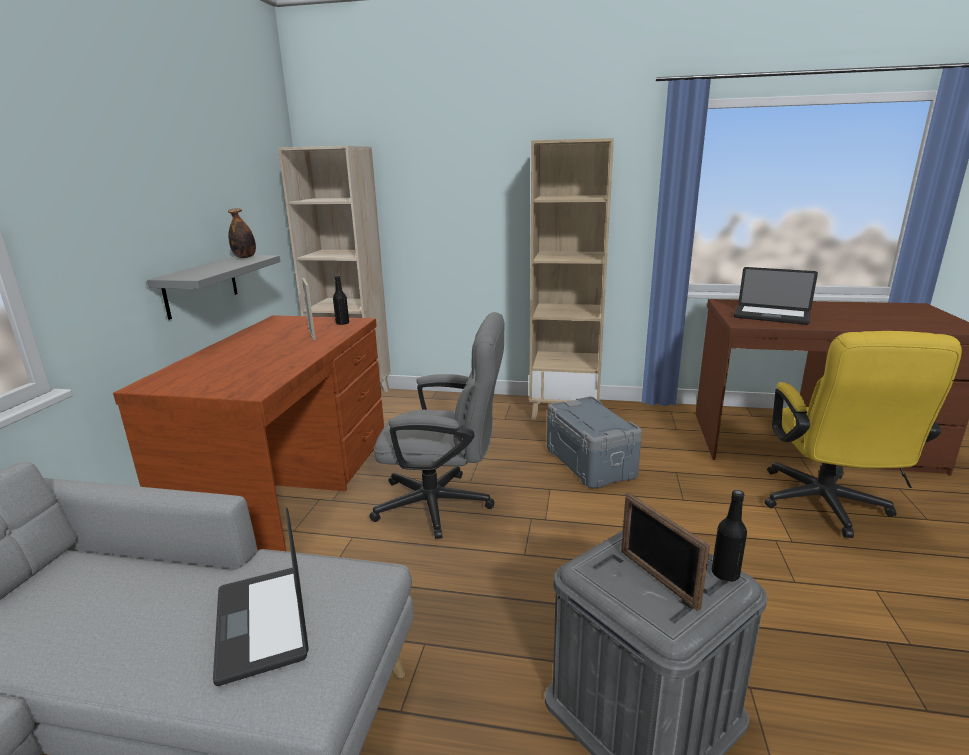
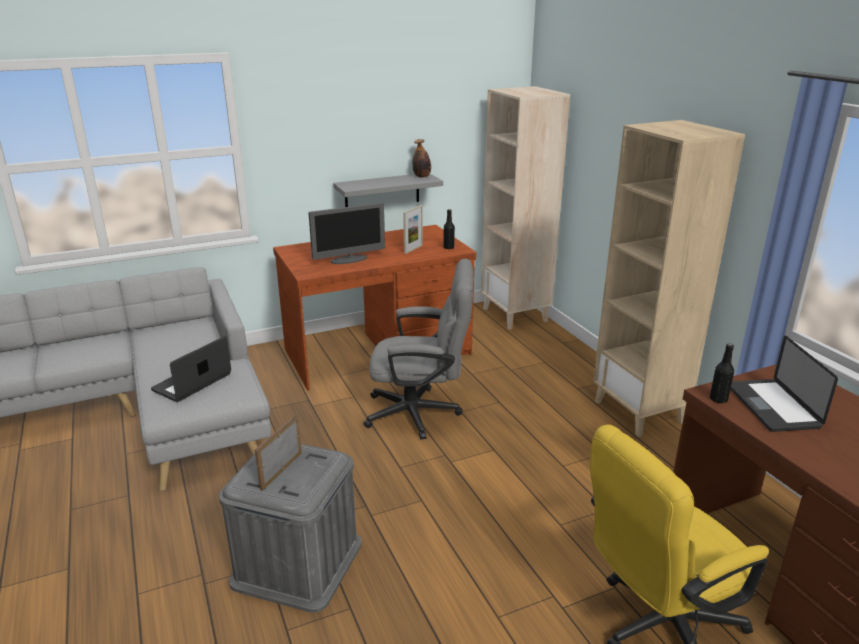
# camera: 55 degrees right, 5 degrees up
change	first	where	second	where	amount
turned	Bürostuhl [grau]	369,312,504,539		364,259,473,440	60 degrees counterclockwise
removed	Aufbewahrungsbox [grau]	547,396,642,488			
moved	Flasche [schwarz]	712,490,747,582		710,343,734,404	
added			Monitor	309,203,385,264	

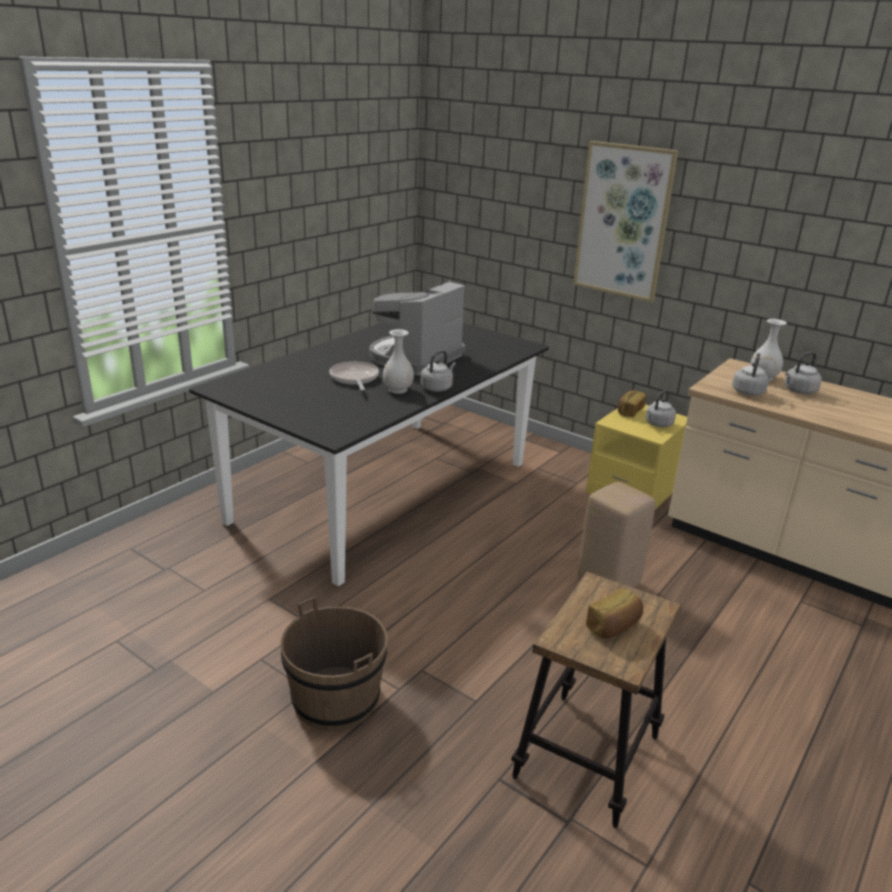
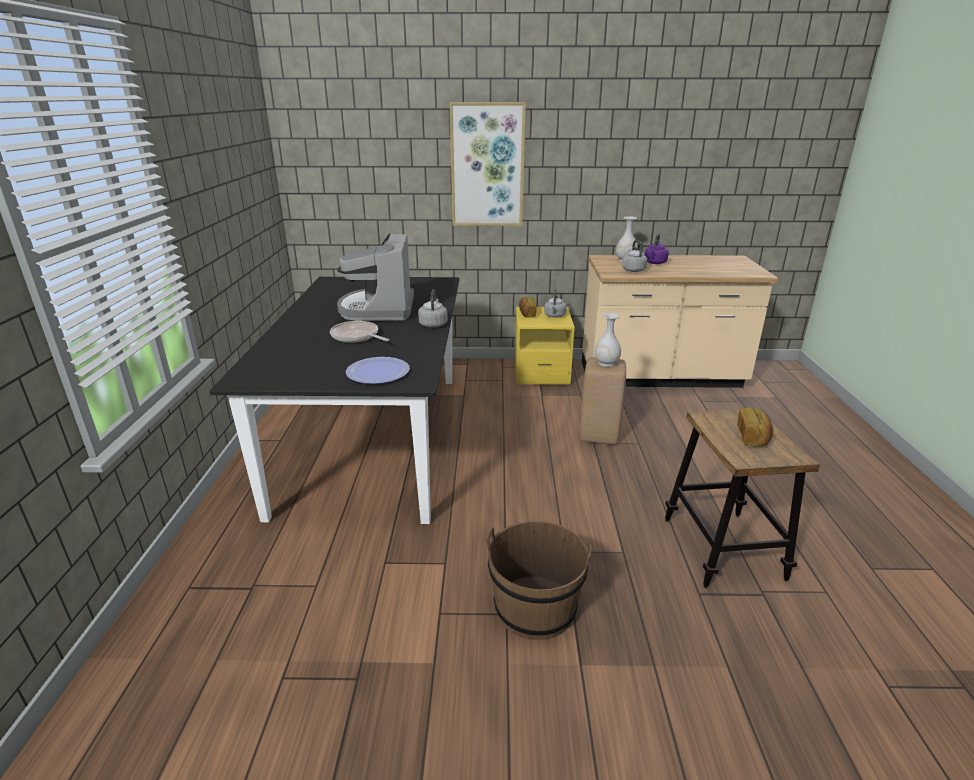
# camera: 35 degrees left, 0 degrees up
change	first	where	second	where	amount
moved	Vase [weiß]	383,329,414,394		595,313,621,367	
recoloured	Wasserkessel [grau]	785,352,822,394	Wasserkessel [lila]	645,233,669,264	
added			Teller	346,357,410,384	

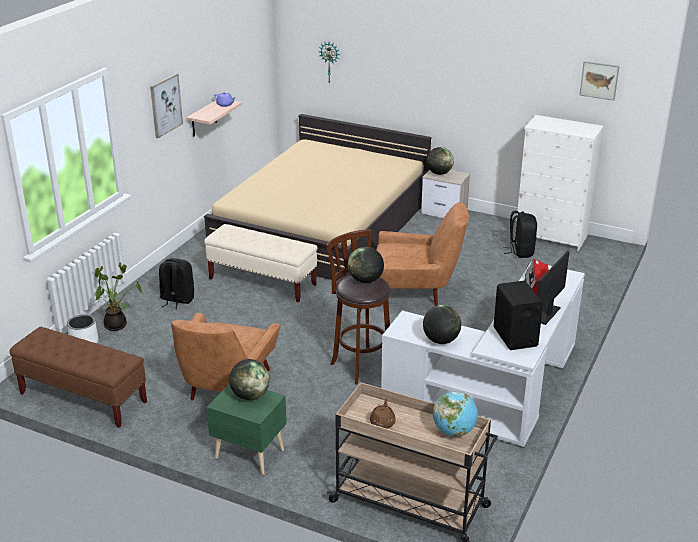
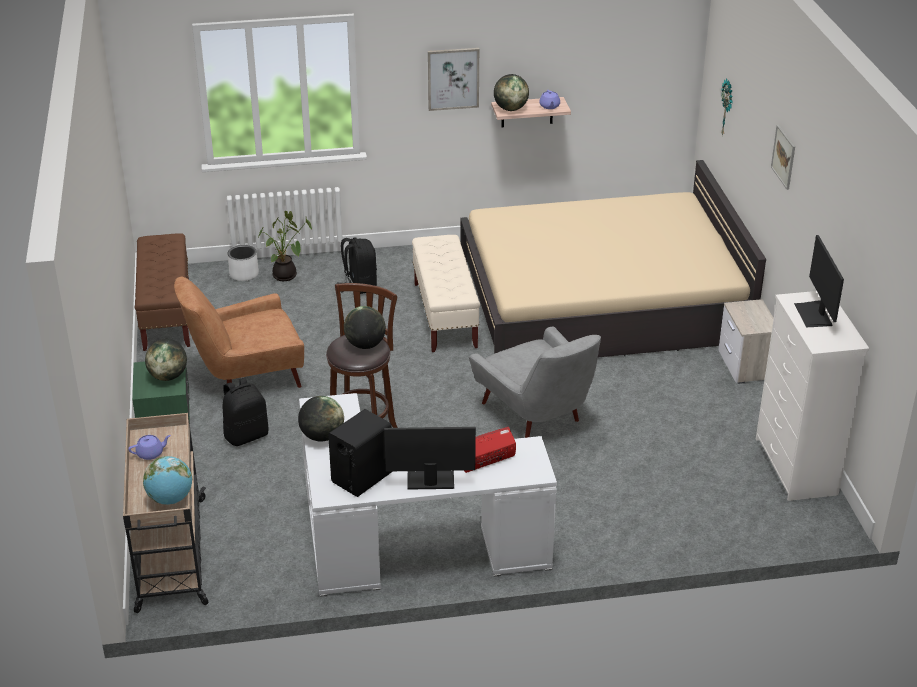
# camera: 55 degrees right, 5 degrees up
change	first	where	second	where	amount
recoloured	Teekanne [braun]	370,398,396,429	Teekanne [lila]	128,435,171,460	
recoloured	Sessel [braun]	376,202,469,306	Sessel [grau]	469,326,601,438	
moved	Globus	427,147,454,175		494,74,529,111	
moved	Rucksack [schwarz]	504,211,537,258		223,377,268,446	
moved	Bild	579,61,619,101		771,125,795,190	
added			Monitor	794,235,844,327	

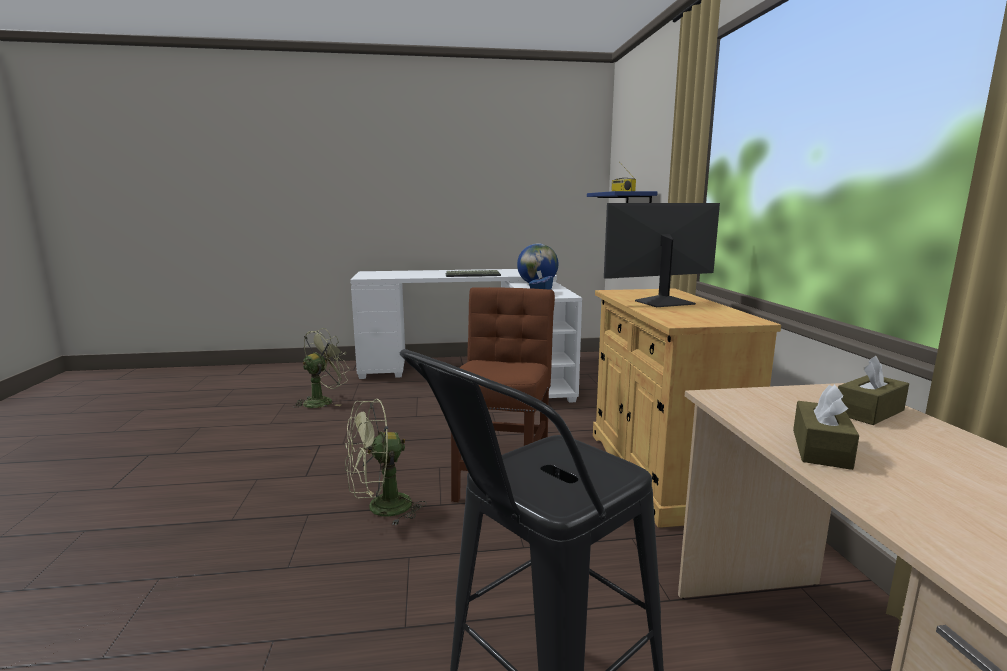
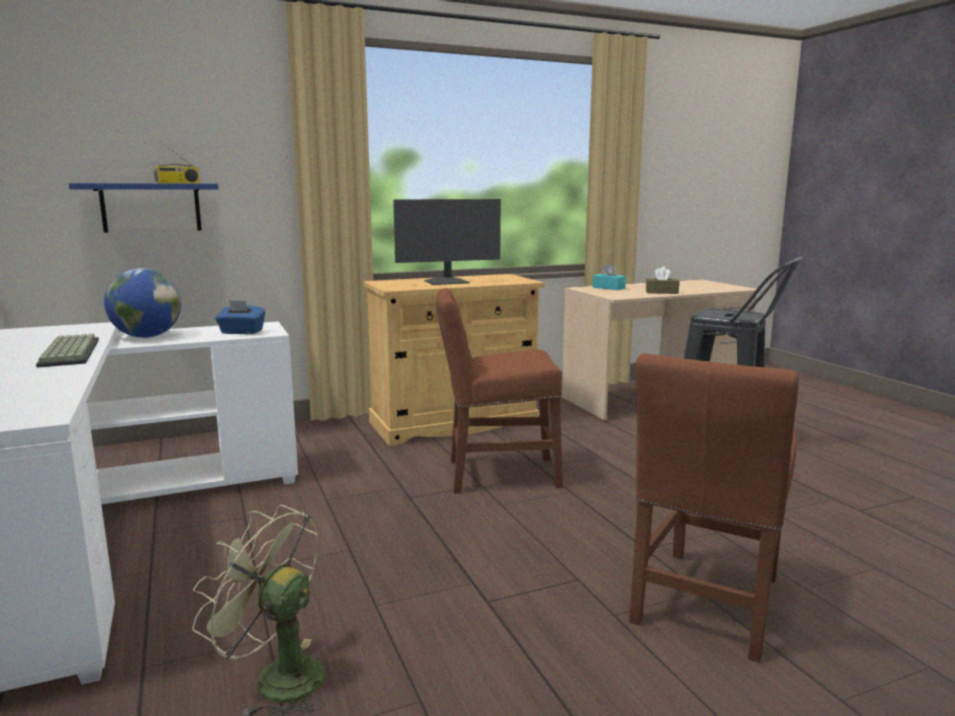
# camera: 105 degrees left, 0 degrees up
change	first	where	second	where	amount
removed	Ventilator [grün]	345,399,427,526			
turned	Monitor	604,203,720,307		393,199,501,285	75 degrees counterclockwise
recoloured	Taschentuchbox [braun]	838,356,909,425	Taschentuchbox [türkis]	593,263,626,290	
added			Stuhl [braun]	629,353,799,663	

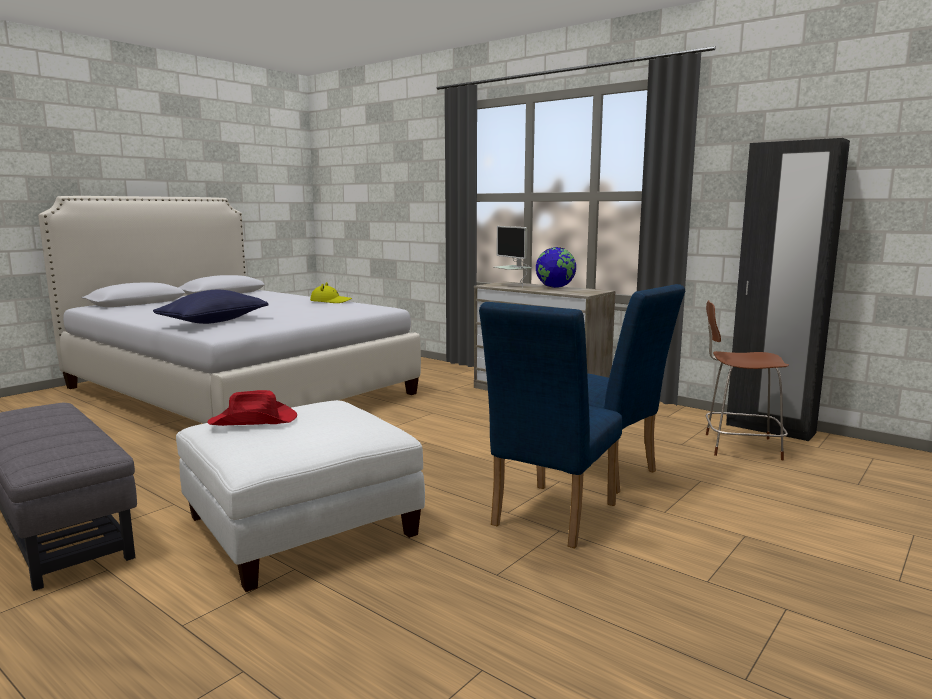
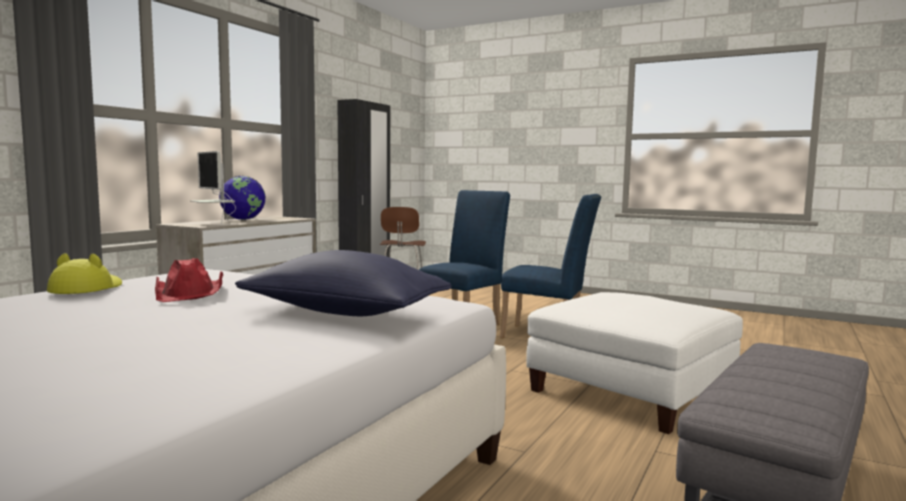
# camera: 100 degrees left, 5 degrees down
change	first	where	second	where	amount
moved	Hut [rot]	207,390,297,426		155,258,223,302	
turned	Monitor	494,226,532,288		191,151,236,225	90 degrees clockwise

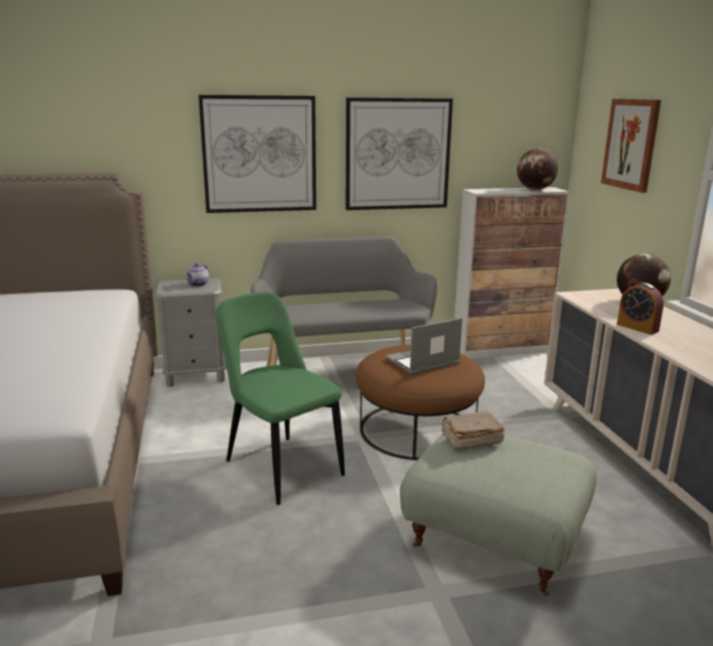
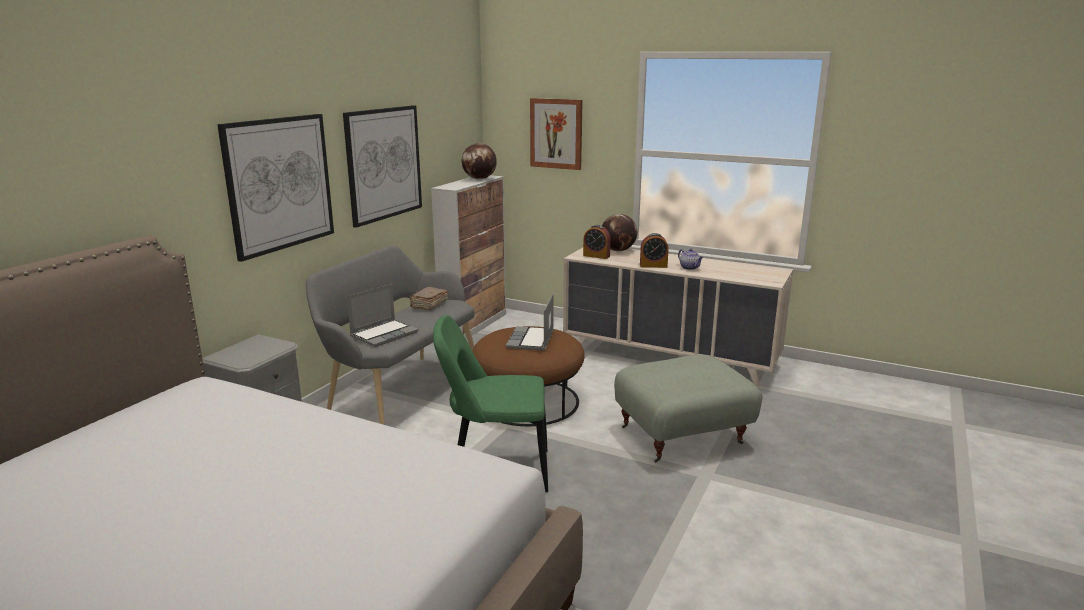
# camera: 50 degrees left, 0 degrees up
change	first	where	second	where	amount
moved	Teekanne	186,264,209,286		678,249,703,270	
moved	Buch [braun]	442,411,505,450		410,287,448,311	
added			Laptop	347,284,419,347	
added			Wecker	583,225,611,259	

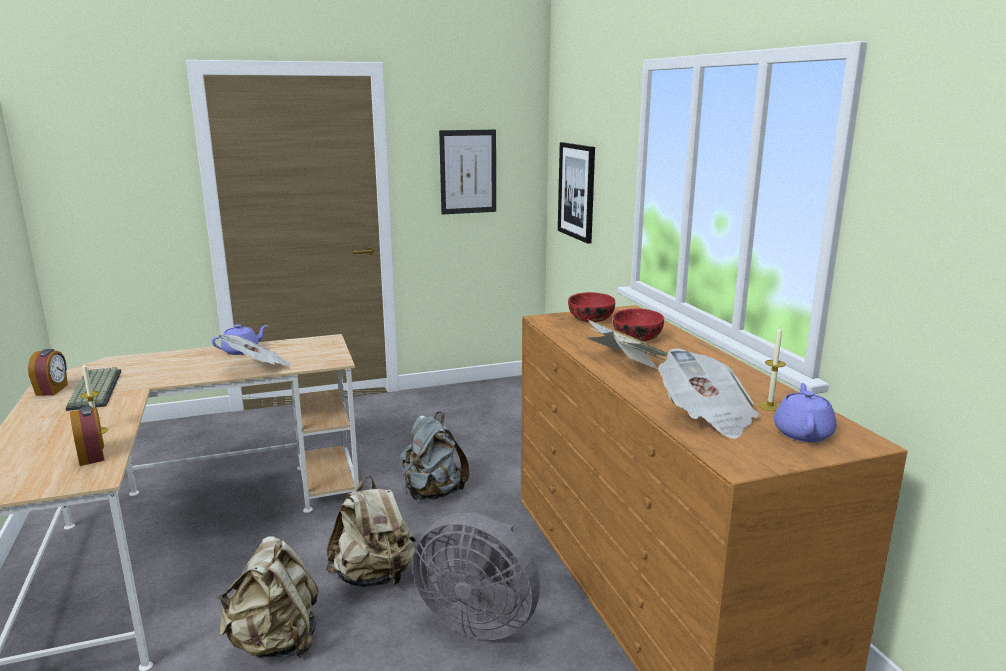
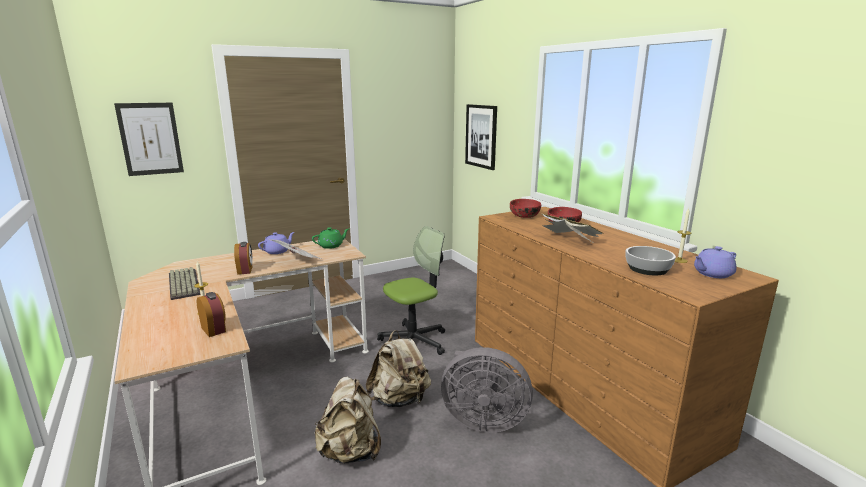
# camera: 10 degrees left, 0 degrees up
change	first	where	second	where	amount
moved	Wecker	28,349,68,396		234,242,253,275	
replaced	Rucksack [grau]	400,412,469,500	Bürostuhl	377,226,445,355	
moved	Bild	439,130,496,215		114,103,184,176	
replaced	Zeitung	659,348,759,439	Schüssel	625,246,676,276	
turned	Teekanne [lila]	774,383,837,442		694,246,737,278	120 degrees counterclockwise
added			Teekanne [grün]	312,227,349,249	

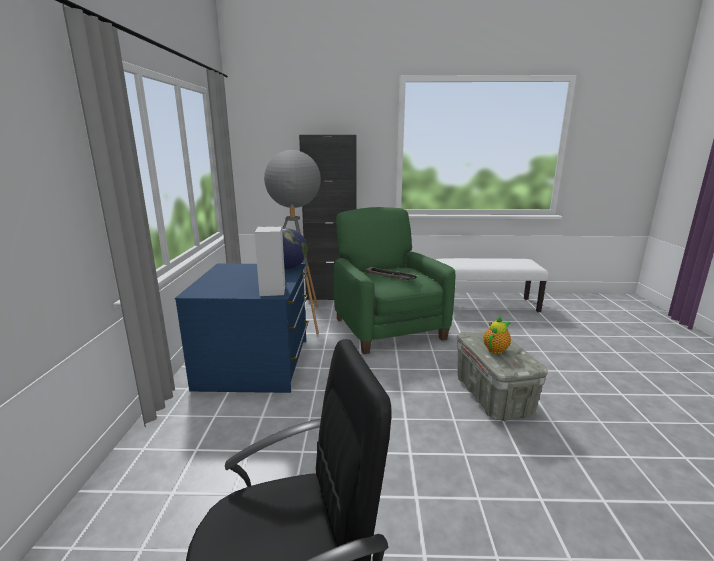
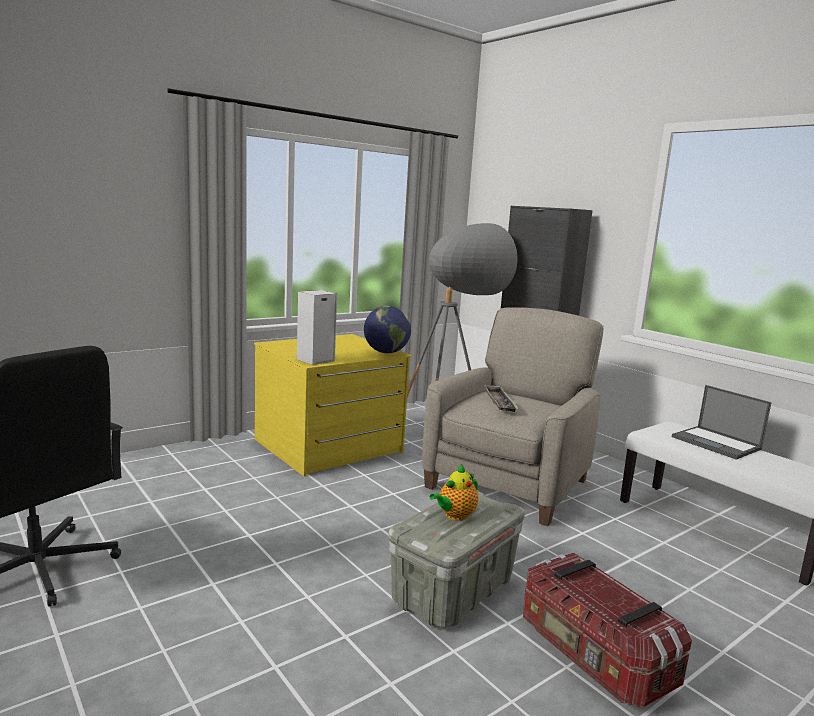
# camera: 50 degrees right, 5 degrees down
change	first	where	second	where	amount
recoloured	Kommode [blau]	175,264,309,393	Kommode [gelb]	254,334,412,476	
recoloured	Sessel [grün]	334,207,455,354	Sessel [beige]	422,307,604,526	
turned	Teekanne	484,317,511,354		430,465,478,521	135 degrees clockwise
added			Aufbewahrungsbox	523,553,692,707	
added			Laptop	672,385,772,460	

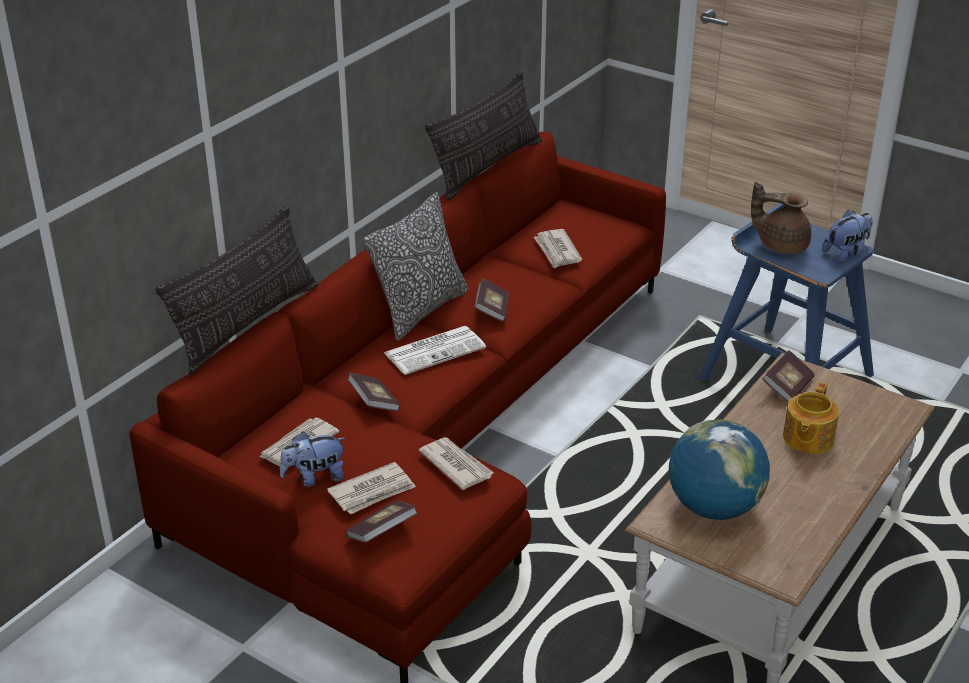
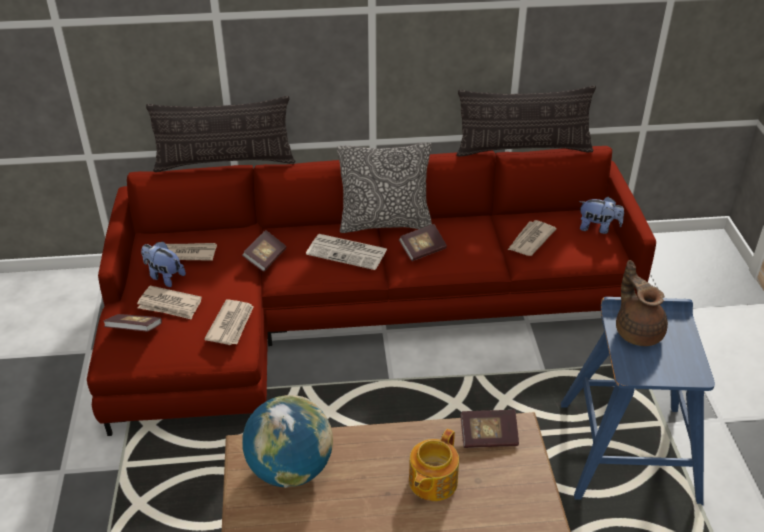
# camera: 50 degrees right, 5 degrees up
change	first	where	second	where	amount
turned	Teekanne	783,382,839,454		409,429,459,501	45 degrees counterclockwise
moved	Plüschtier	822,210,873,263		579,196,624,234	

